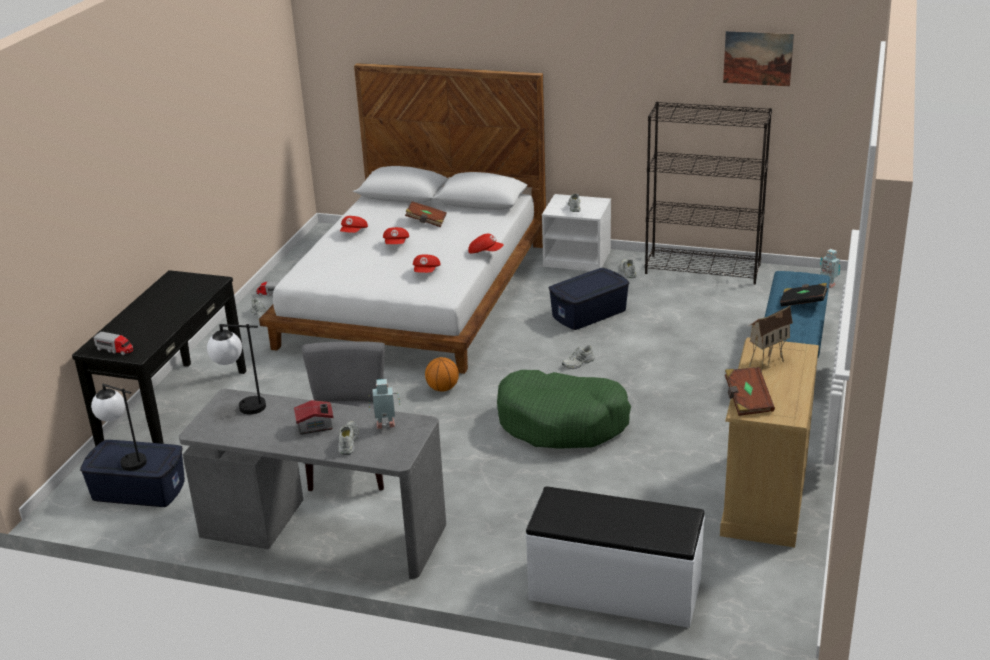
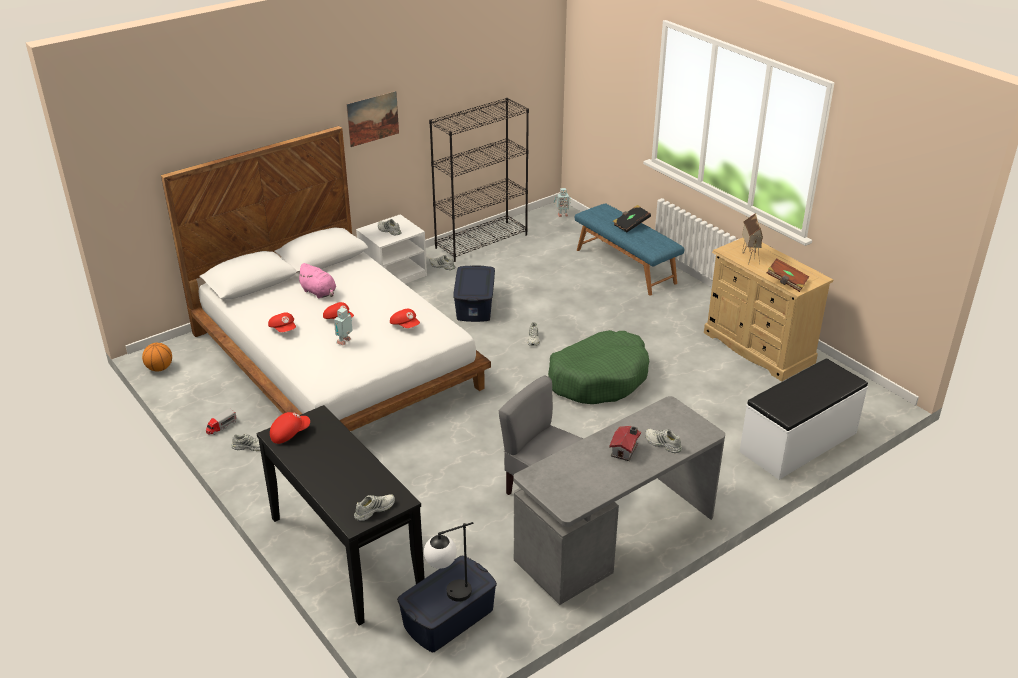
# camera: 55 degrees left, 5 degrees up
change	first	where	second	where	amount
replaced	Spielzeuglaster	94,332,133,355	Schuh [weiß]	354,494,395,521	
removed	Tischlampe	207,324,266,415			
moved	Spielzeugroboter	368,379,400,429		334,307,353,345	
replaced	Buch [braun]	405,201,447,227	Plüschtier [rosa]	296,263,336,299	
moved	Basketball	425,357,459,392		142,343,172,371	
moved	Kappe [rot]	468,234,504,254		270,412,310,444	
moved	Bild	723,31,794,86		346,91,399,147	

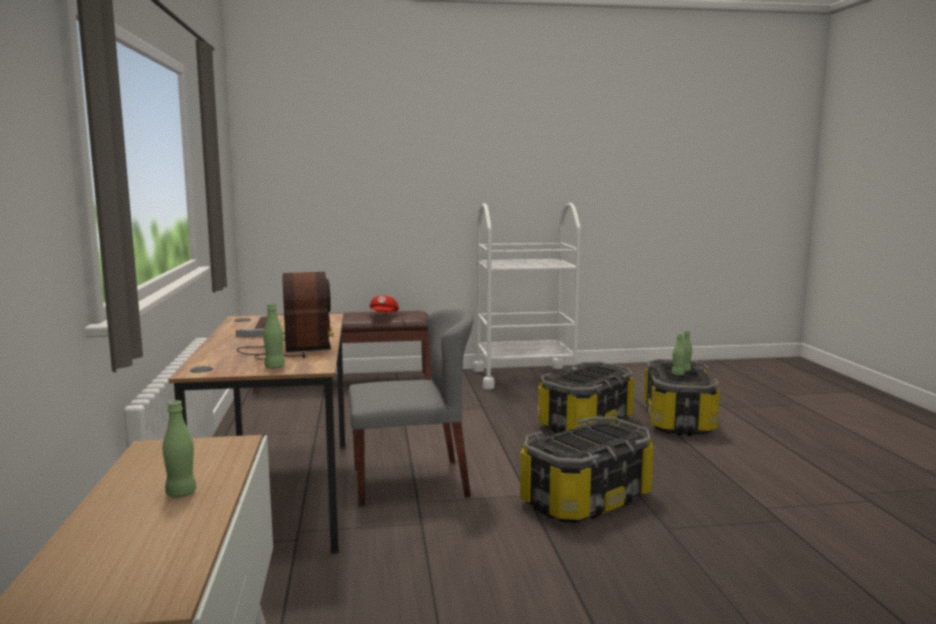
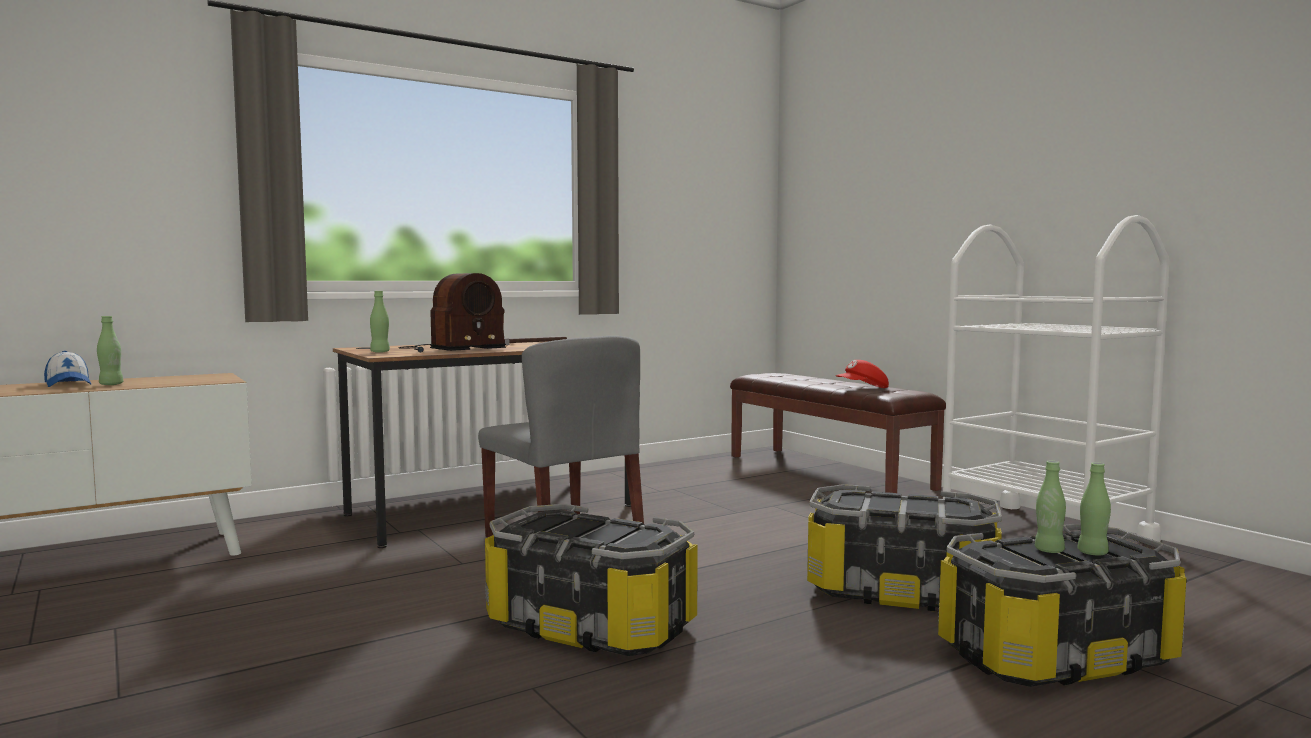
# camera: 65 degrees right, 5 degrees down
change	first	where	second	where	amount
added			Kappe	44,351,91,387	

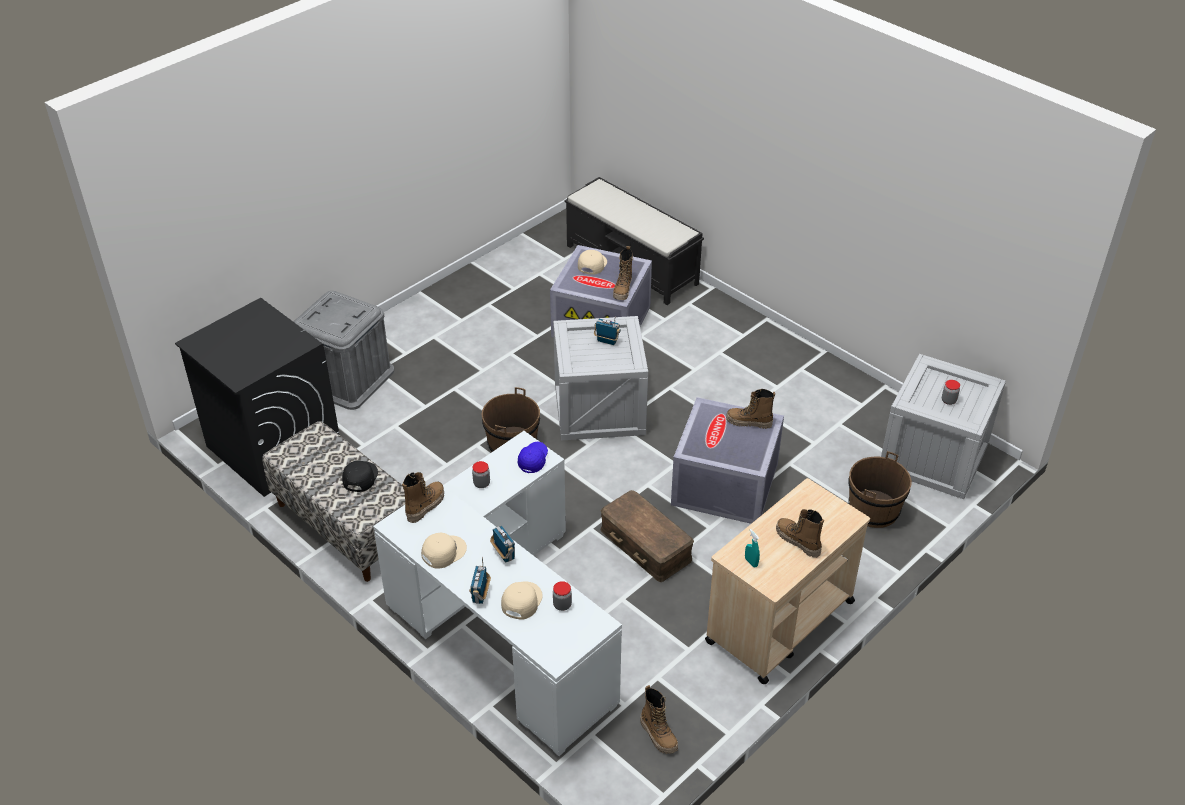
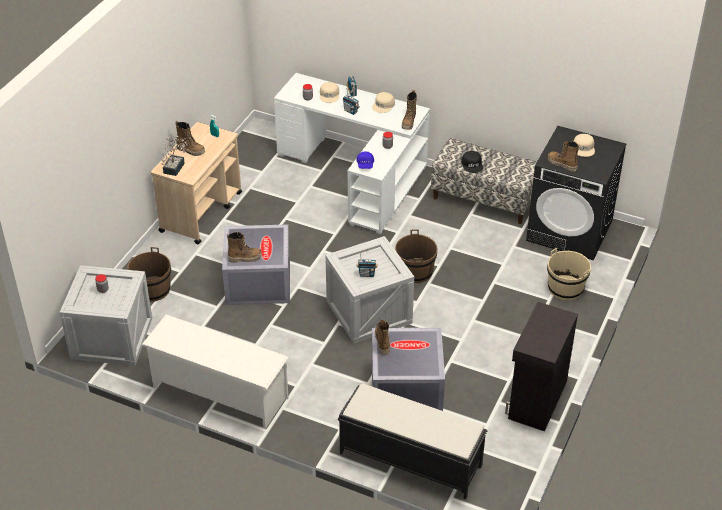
# camera: 160 degrees right, 0 degrees up
change	first	where	second	where	amount
replaced	Aufbewahrungsbox [grau]	293,291,394,410	Eimer [beige]	547,248,591,300	
moved	Kappe [beige]	578,250,607,275		573,134,595,157	
removed	Aufbewahrungsbox [braun]	601,490,694,582			
moved	Stiefel	640,685,678,754		547,141,580,172	
added			Schuhregal [weiß]	141,314,289,429	
added			Topfpflanze	161,136,188,176	
added			Schrank [schwarz]	505,302,578,431	

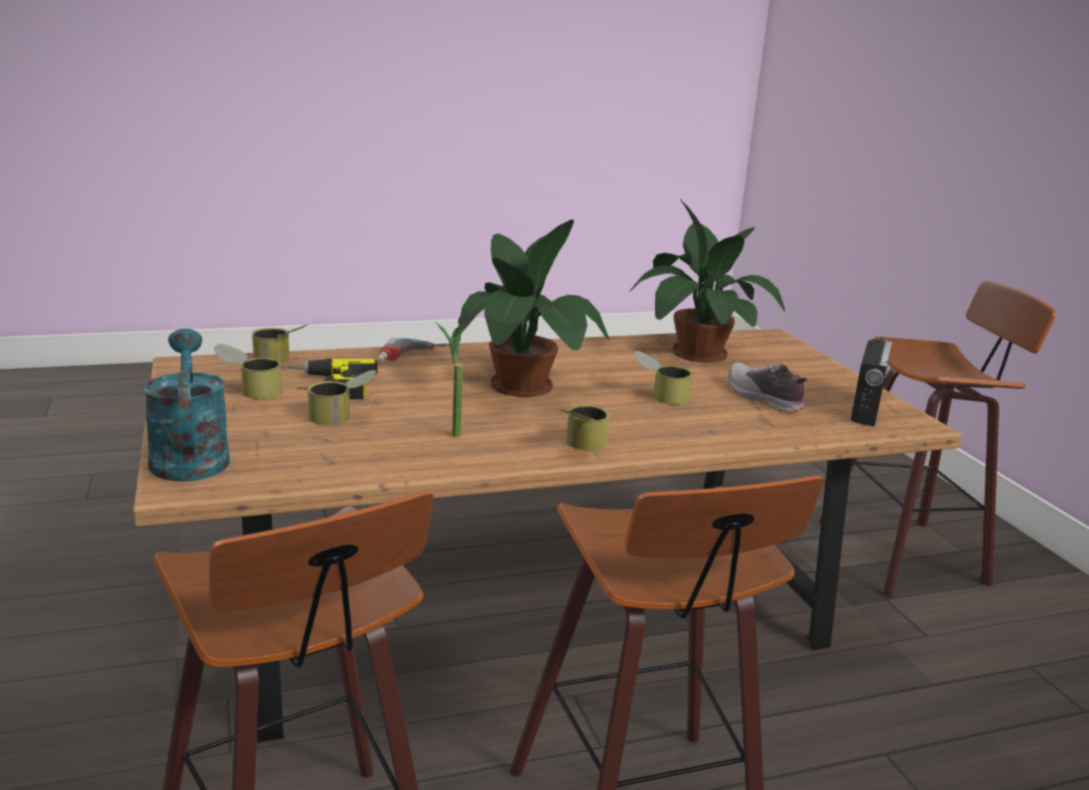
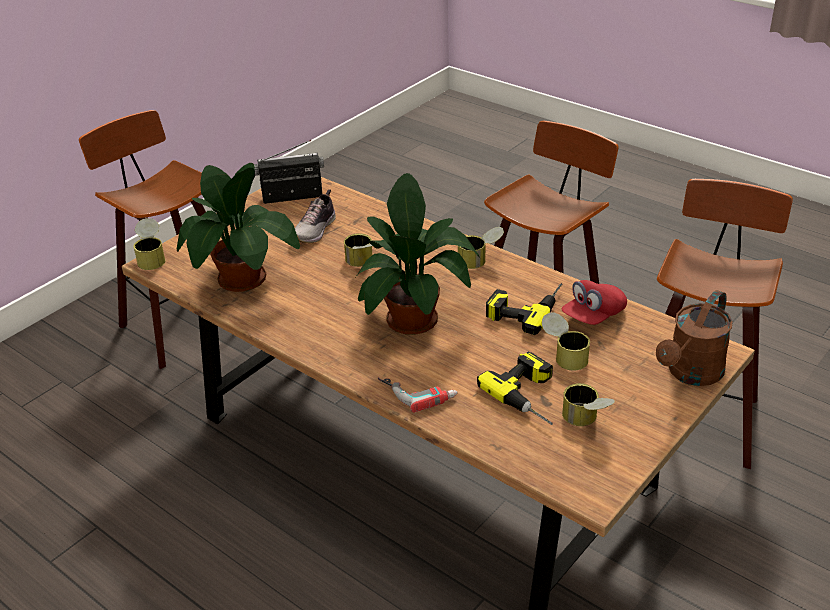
# camera: 120 degrees left, 15 degrees up
change	first	where	second	where	amount
recoloured	Gießkanne [türkis]	143,329,230,482	Gießkanne [braun]	656,290,733,386	
moved	Dose	252,324,308,364		133,218,166,270	
replaced	Topfpflanze	435,322,464,437	Bohrmaschine	486,283,563,335	
added			Kappe [rot]	562,280,627,325	

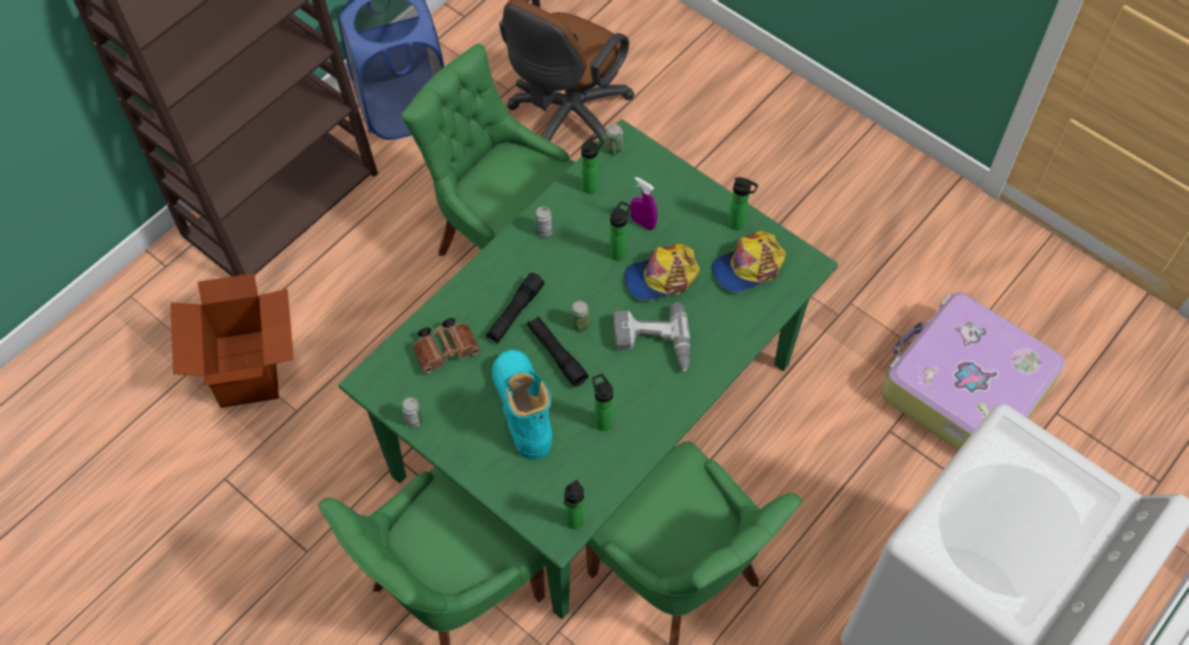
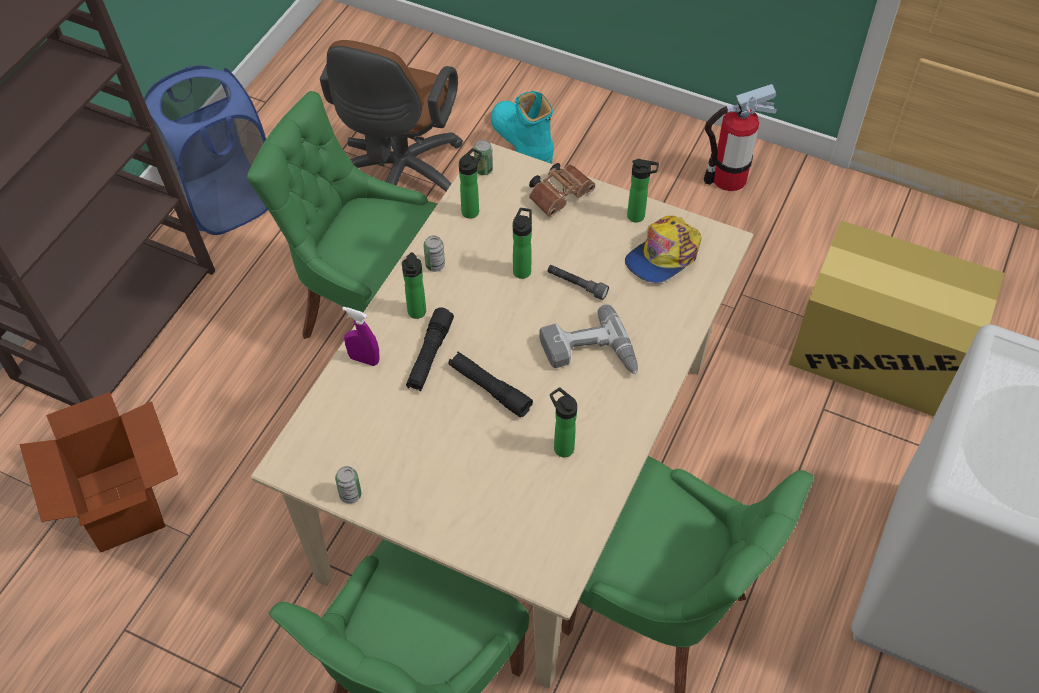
# camera: 15 degrees left, 5 degrees down
change	first	where	second	where	amount
recoloured	Esstisch [grün]	339,120,838,619	Esstisch [beige]	251,143,753,689	
moved	Fernglas [braun]	413,318,480,373		529,163,595,217	
moved	Stiefel [türkis]	492,350,553,460		491,91,554,164	
moved	Flasche	564,480,585,529		402,252,426,319	
removed	Dose	571,300,590,331			
replaced	Kappe	624,244,700,301	Taschenlampe [grau]	547,265,609,300	
moved	Sprühflasche [lila]	630,177,657,230		342,307,379,366	
replaced	Koffer	882,292,1065,450	Karton	789,220,1005,416	
added			Feuerlöscher	703,84,777,191	

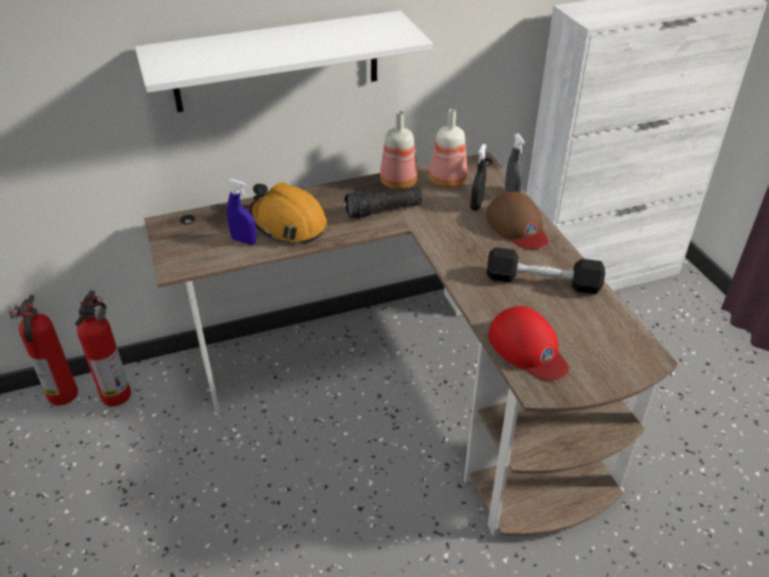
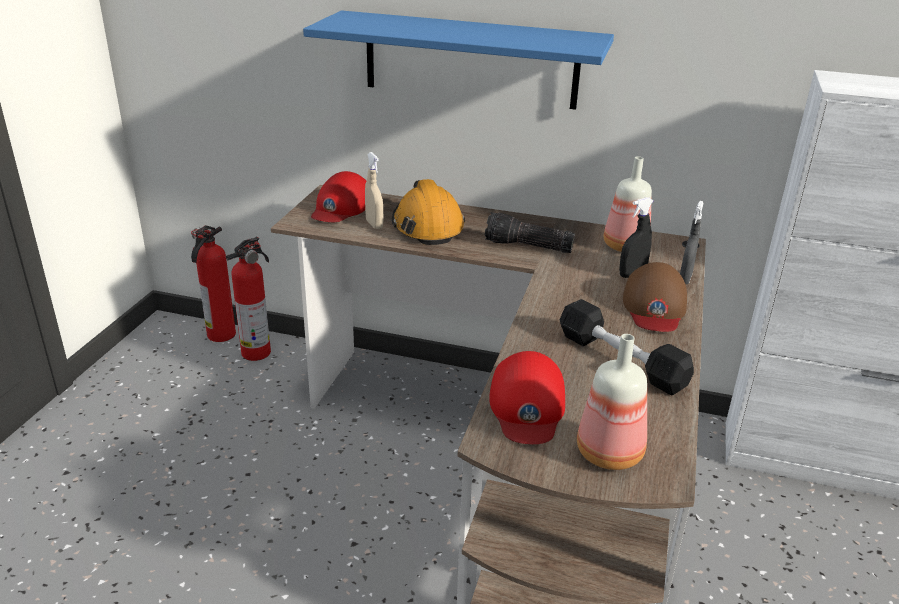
# camera: 35 degrees right, 10 degrees down
change	first	where	second	where	amount
recoloured	Wandregal [weiß]	135,11,433,112	Wandregal [blau]	303,10,614,110	
recoloured	Sprühflasche [blau]	227,179,256,245	Sprühflasche [beige]	365,152,383,229	
moved	Flasche	380,111,418,190		577,334,647,470	
added			Kappe [rot]	311,171,366,222	

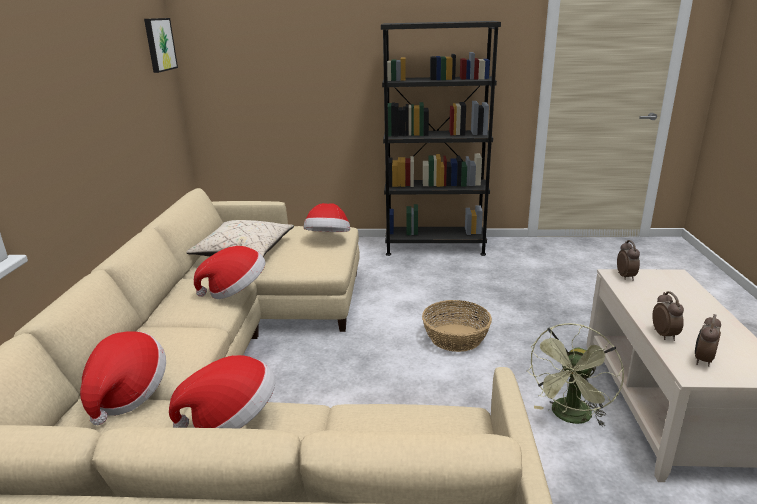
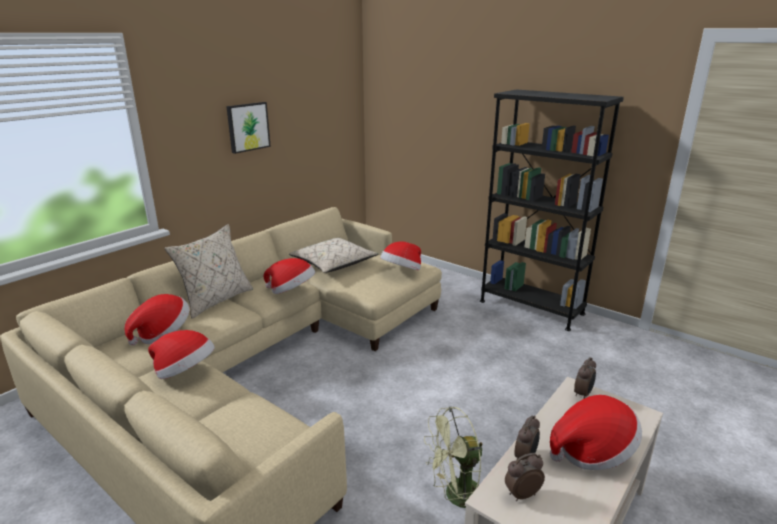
# camera: 35 degrees right, 0 degrees up
change	first	where	second	where	amount
moved	Bild	144,18,178,73		226,102,271,154	
removed	Korb	422,300,492,352			
added			Kissen [beige]	165,224,253,319	
added			Hut	550,395,642,470	

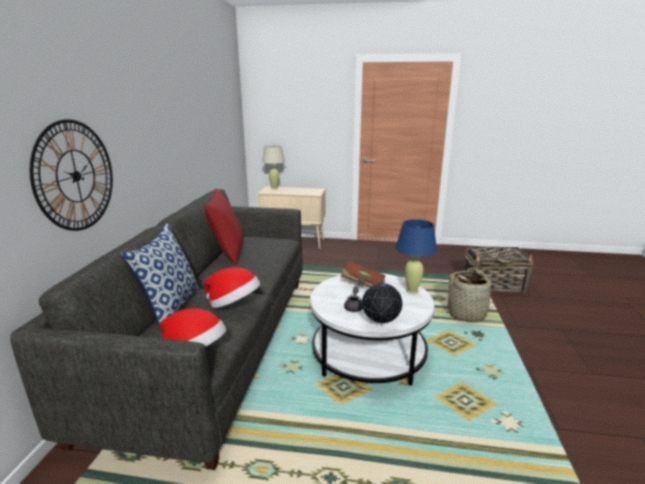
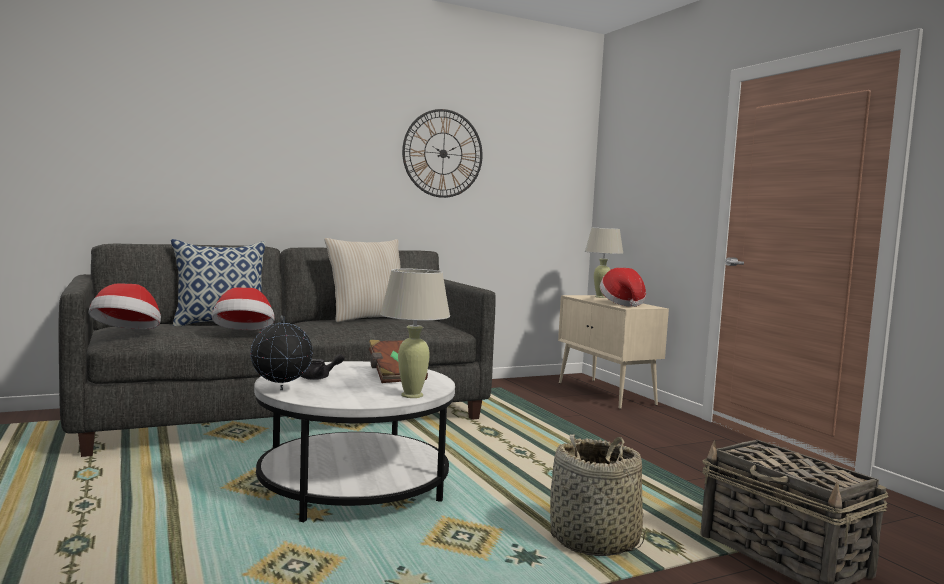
# camera: 55 degrees right, 15 degrees down
change	first	where	second	where	amount
moved	Wanduhr	30,119,113,231		402,109,482,198	
recoloured	Kissen [rot]	204,188,243,266	Kissen [beige]	324,238,400,322	
recoloured	Tischlampe [blau]	396,219,437,294	Tischlampe [beige]	380,269,450,398	
added			Hut	600,268,646,307	

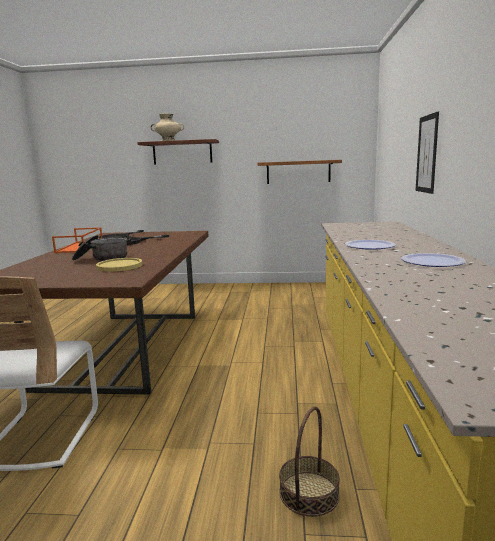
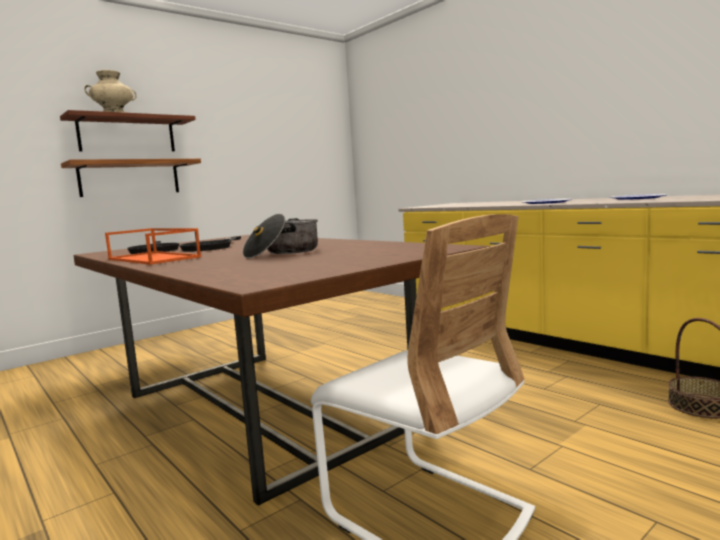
# camera: 45 degrees left, 5 degrees down
change	first	where	second	where	amount
removed	Teller [gelb]	96,258,142,272			
moved	Wandregal	257,160,342,184		61,159,201,197	
removed	Bild	415,111,439,194			

